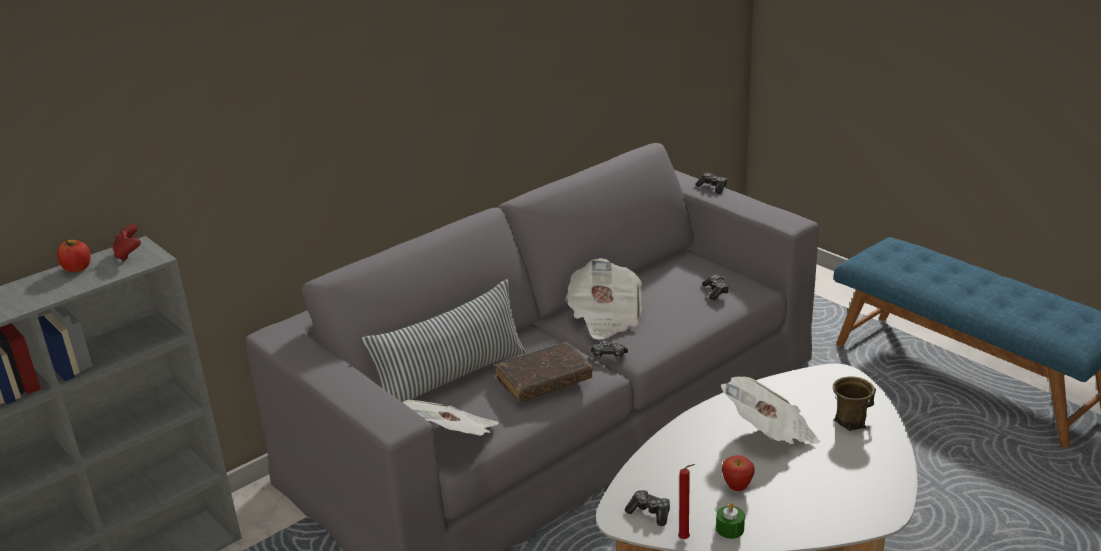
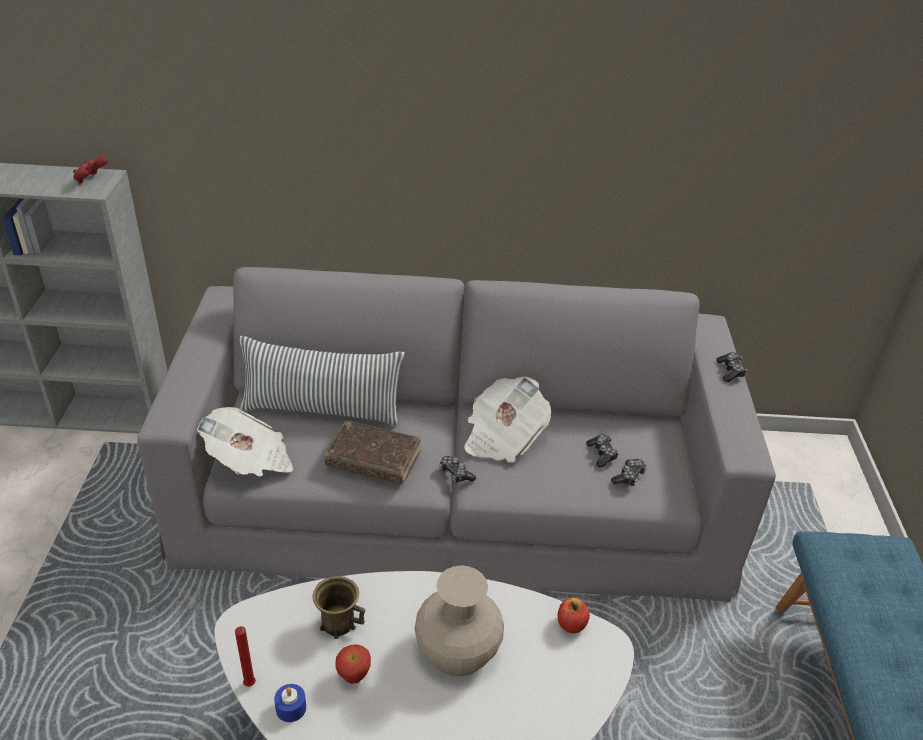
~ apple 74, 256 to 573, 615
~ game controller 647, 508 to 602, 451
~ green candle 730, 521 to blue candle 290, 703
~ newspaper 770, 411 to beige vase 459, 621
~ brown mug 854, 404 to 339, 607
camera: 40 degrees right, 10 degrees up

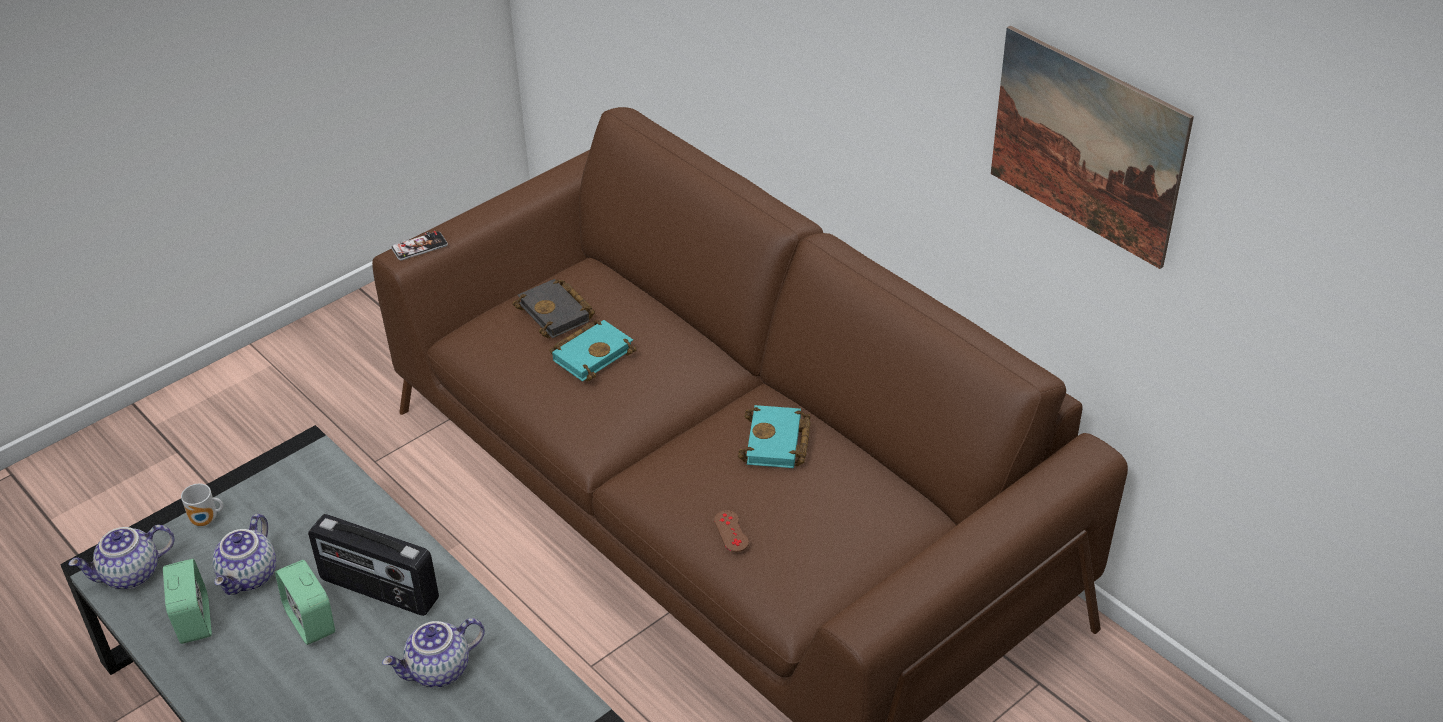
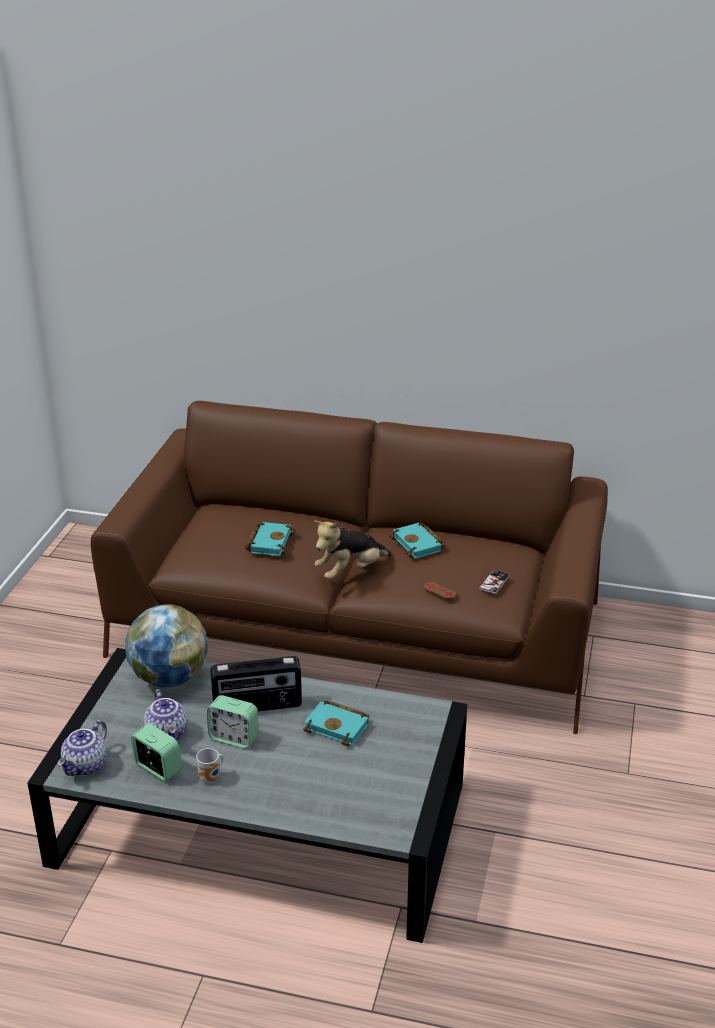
~ mug 202, 505 to 210, 765
~ teapot 433, 652 to turquoise book 336, 723
~ phone 419, 245 to 494, 582
- black book 554, 308
- picture 1092, 147
+ globe 166, 646
+ plush toy 353, 550
camera: 35 degrees left, 10 degrees down

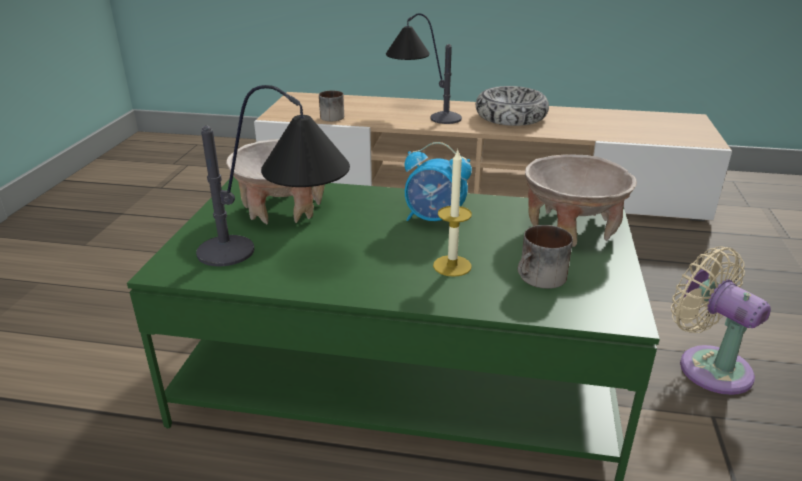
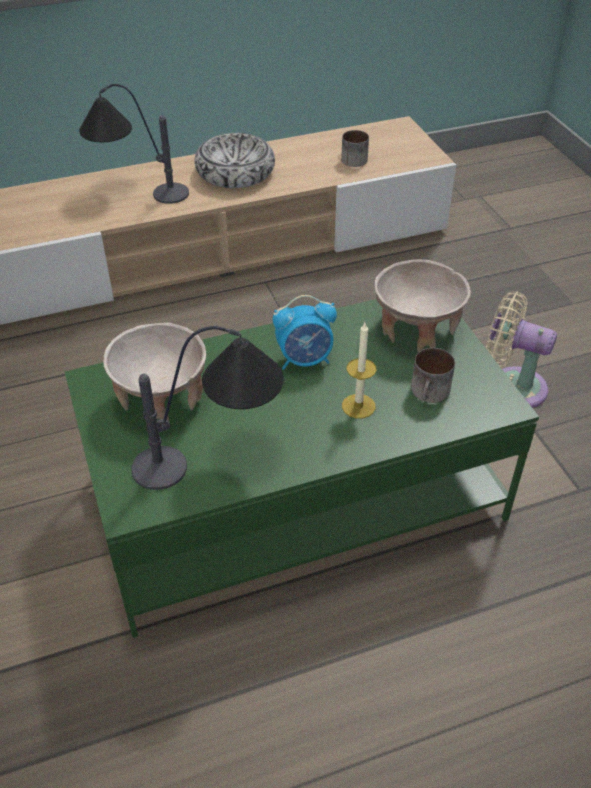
~ mug 331, 105 to 355, 148
camera: 30 degrees left, 15 degrees up

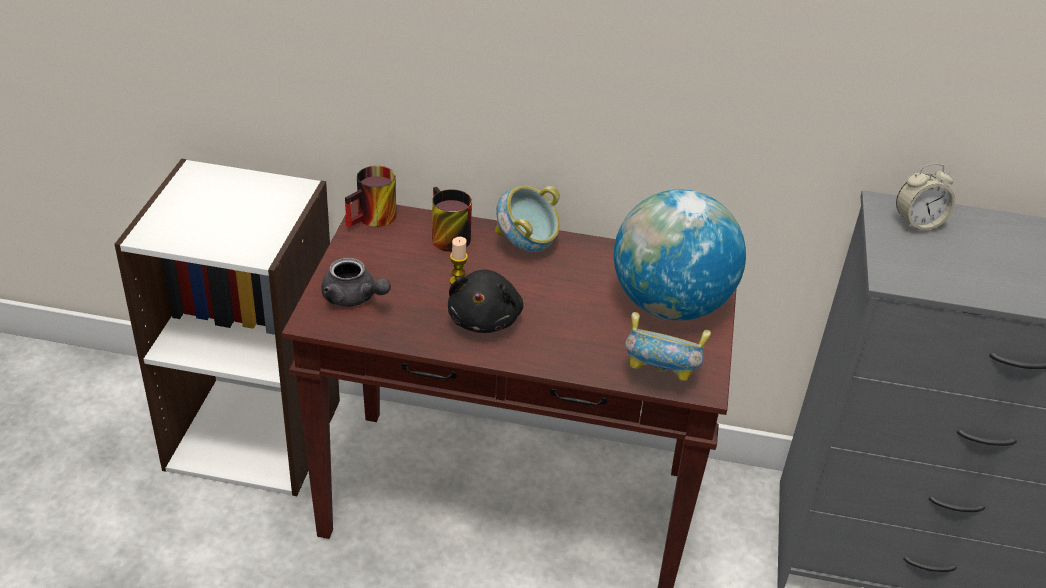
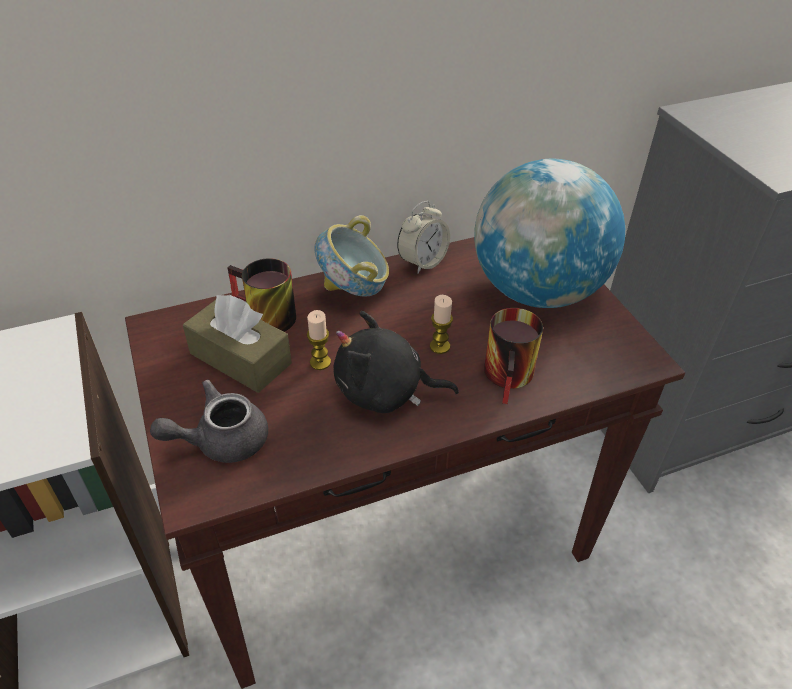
~ grey teapot 356, 282 = 209, 421 150 degrees clockwise
~ mug 370, 197 to 513, 356
~ black plush toy 485, 301 = 396, 362 120 degrees clockwise
- bowl 668, 346
~ alarm clock 925, 196 to 423, 237
+ brown tissue box 237, 344
+ candle 441, 324
camera: 30 degrees left, 5 degrees up

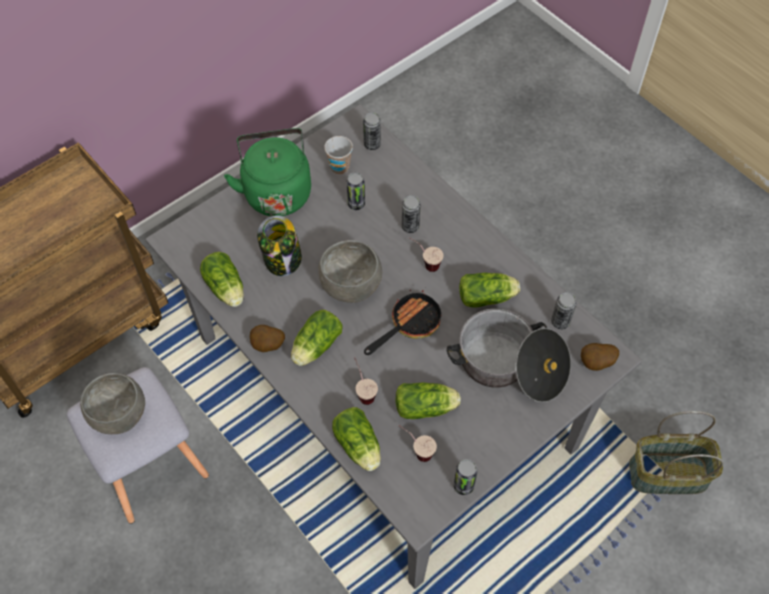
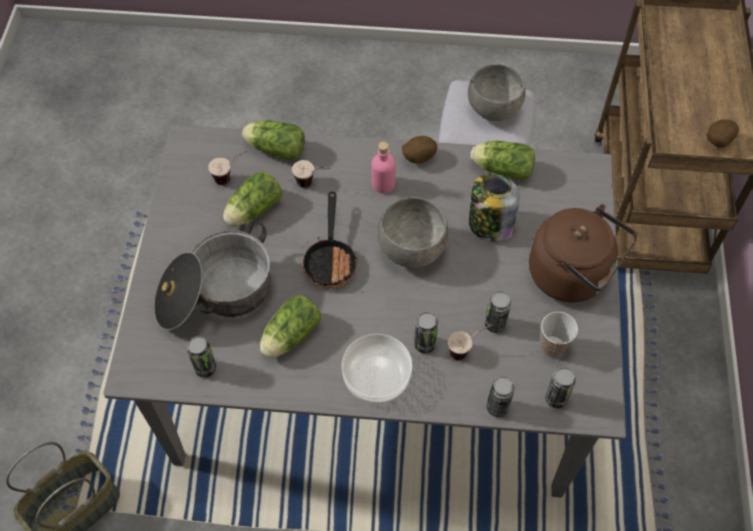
~ green kettle 267, 172 to brown kettle 583, 253
~ lettuce 317, 338 to pink bottle 383, 168
~ cup 426, 254 to 470, 342
~ can 466, 477 to 500, 396
~ potato 600, 357 to 723, 133
+ bowl 377, 369
camera: 135 degrees right, 0 degrees up

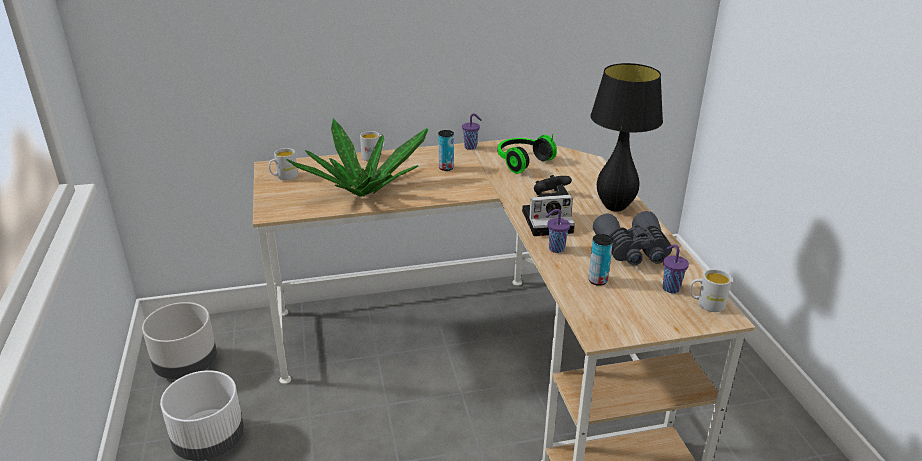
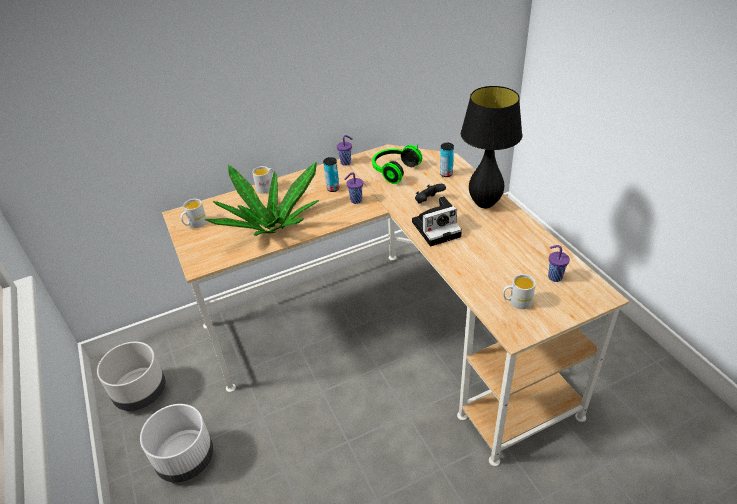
~ purple cup 558, 231 to 354, 188
~ can 600, 260 to 447, 160
- grey binoculars 632, 238
~ white mug 711, 290 to 519, 291
camera: 10 degrees left, 10 degrees up

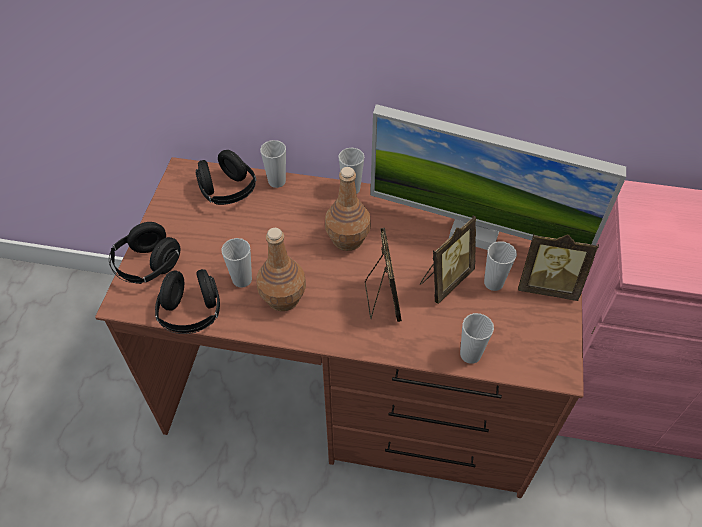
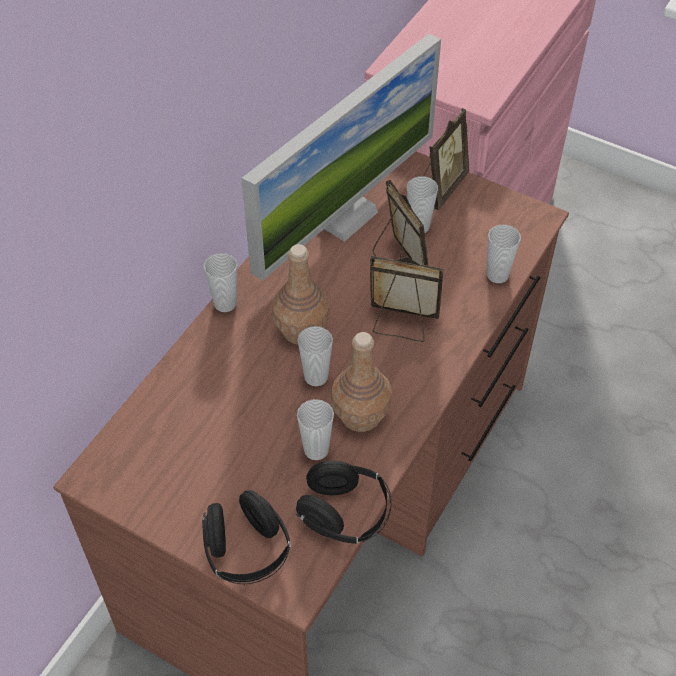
- black headphones 226, 177
~ cup 273, 164 to 315, 356
camera: 70 degrees left, 0 degrees up

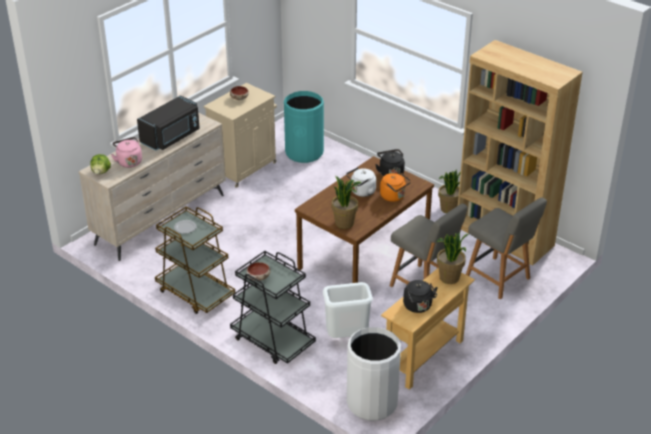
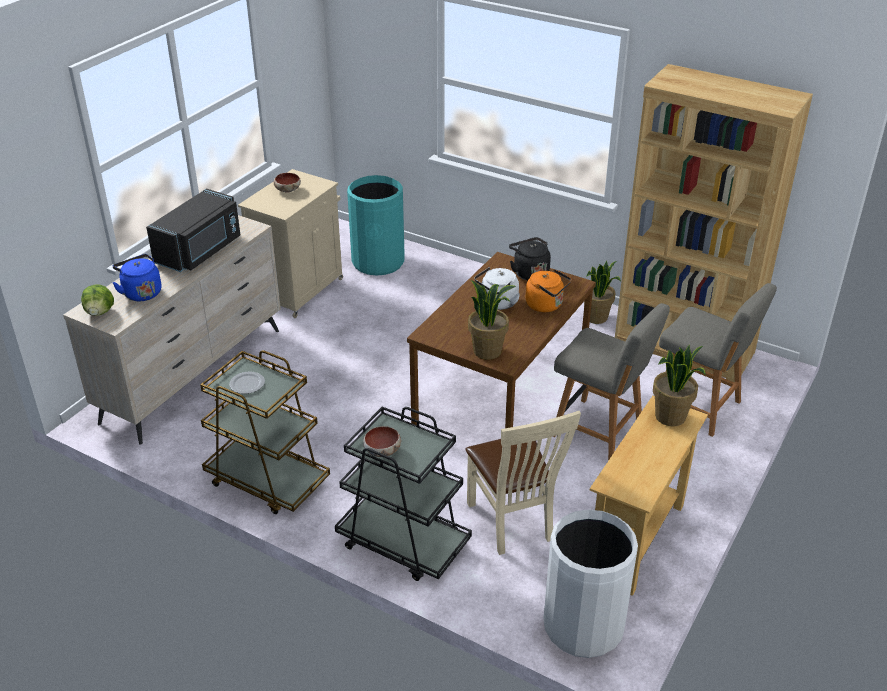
~ pink kettle 126, 152 to blue kettle 137, 277
~ white trash can 348, 310 to beige chair 523, 483
- black kettle 420, 296
camera: 10 degrees left, 0 degrees up

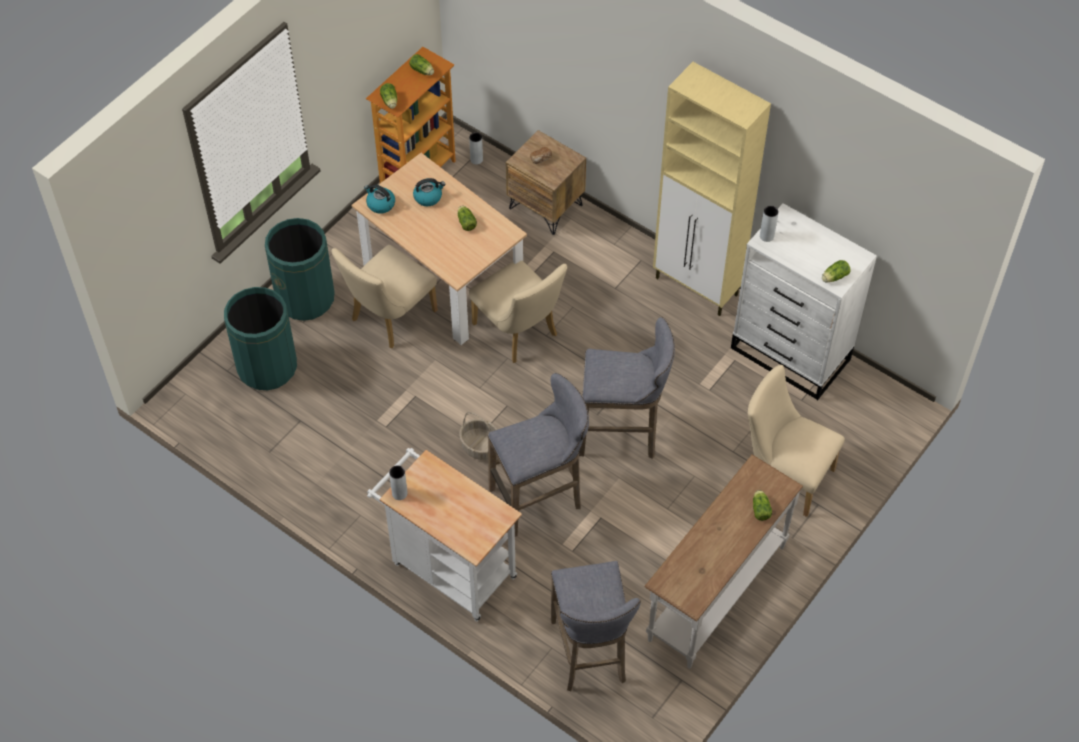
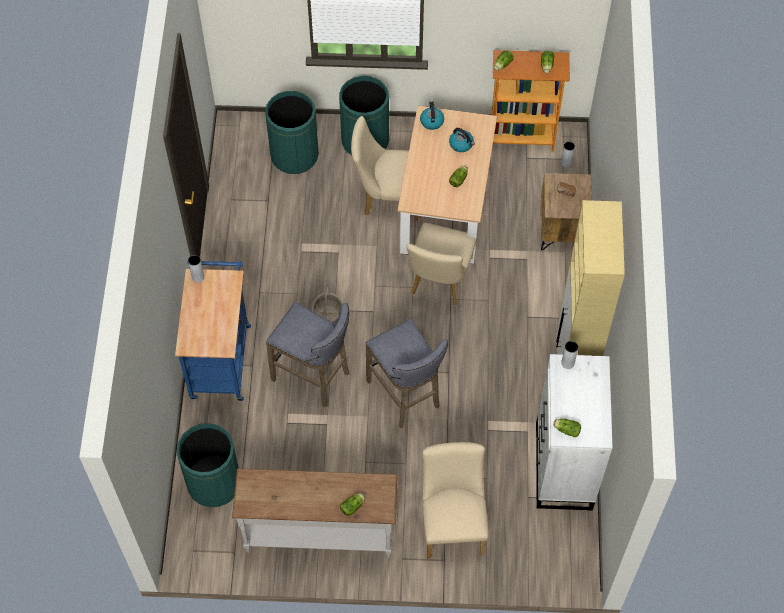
~ white cart 444, 535 to blue cart 213, 330
~ grey stool 596, 626 to green trash can 208, 465
camera: 55 degrees right, 5 degrees up

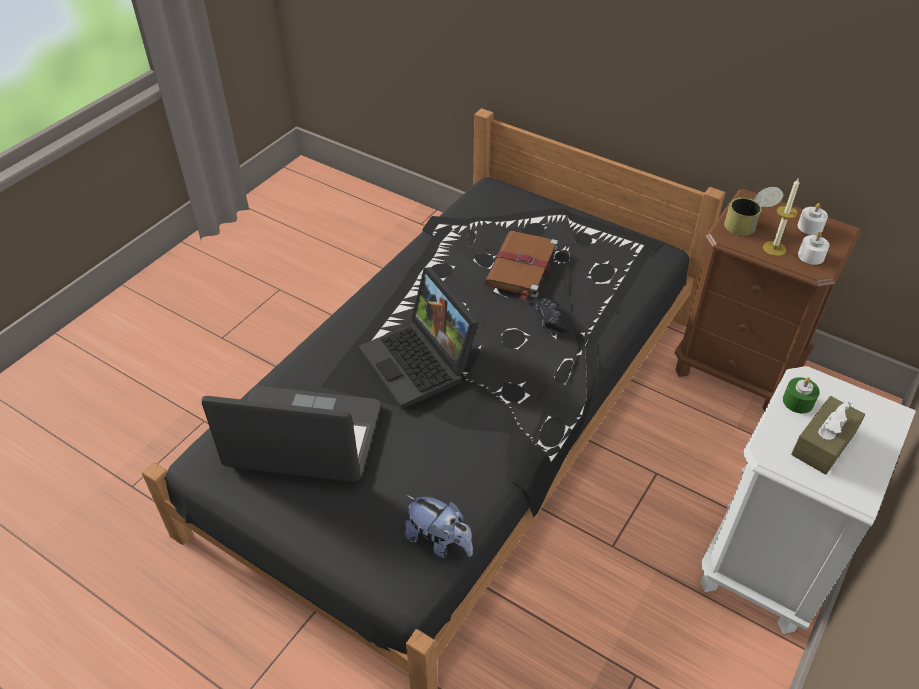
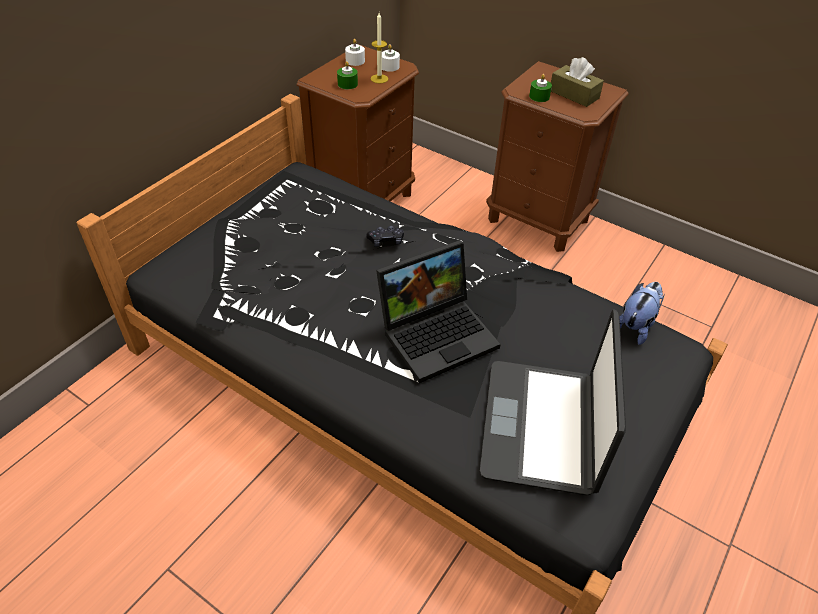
- brown book 521, 265
~ white nightstand 808, 500 to brown nightstand 557, 156
~ can 754, 211 to green candle 347, 75
camera: 90 degrees left, 0 degrees up

